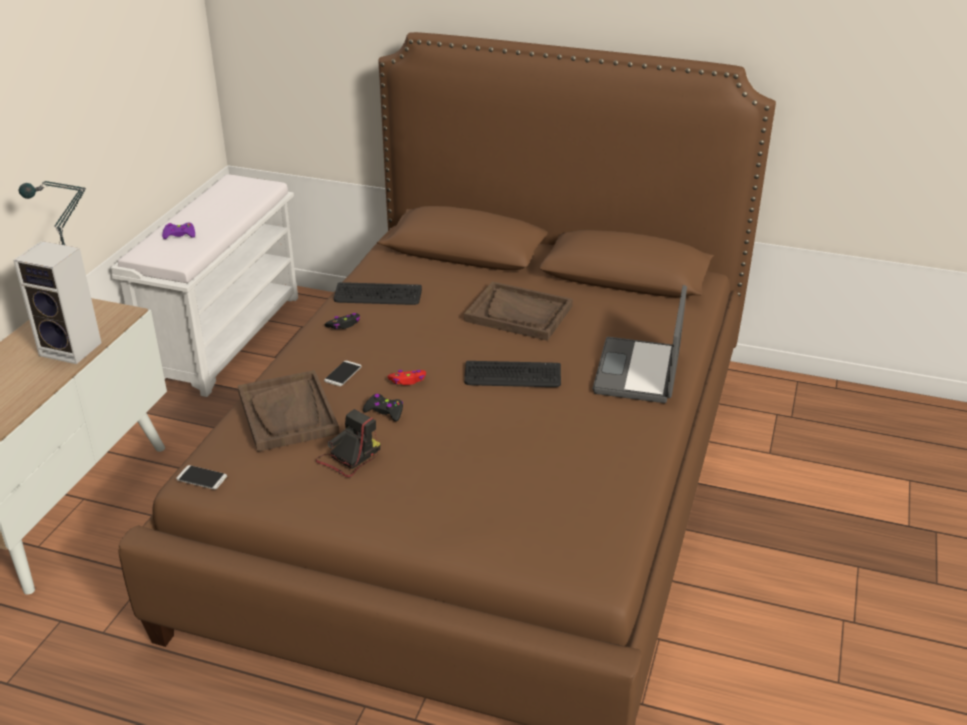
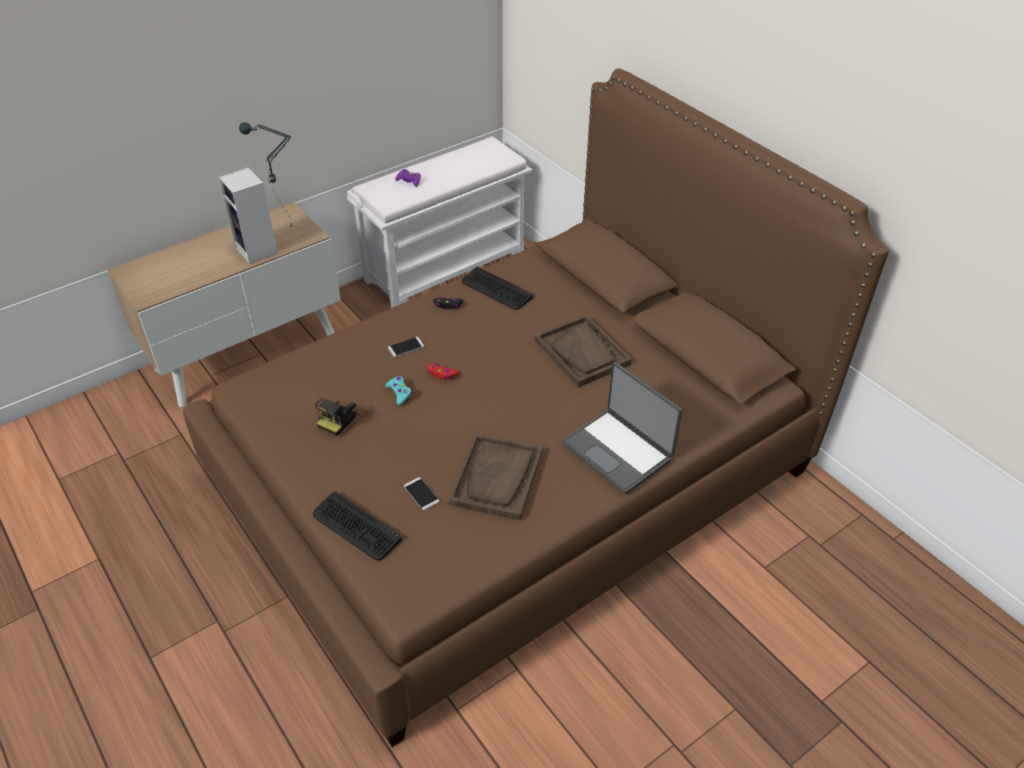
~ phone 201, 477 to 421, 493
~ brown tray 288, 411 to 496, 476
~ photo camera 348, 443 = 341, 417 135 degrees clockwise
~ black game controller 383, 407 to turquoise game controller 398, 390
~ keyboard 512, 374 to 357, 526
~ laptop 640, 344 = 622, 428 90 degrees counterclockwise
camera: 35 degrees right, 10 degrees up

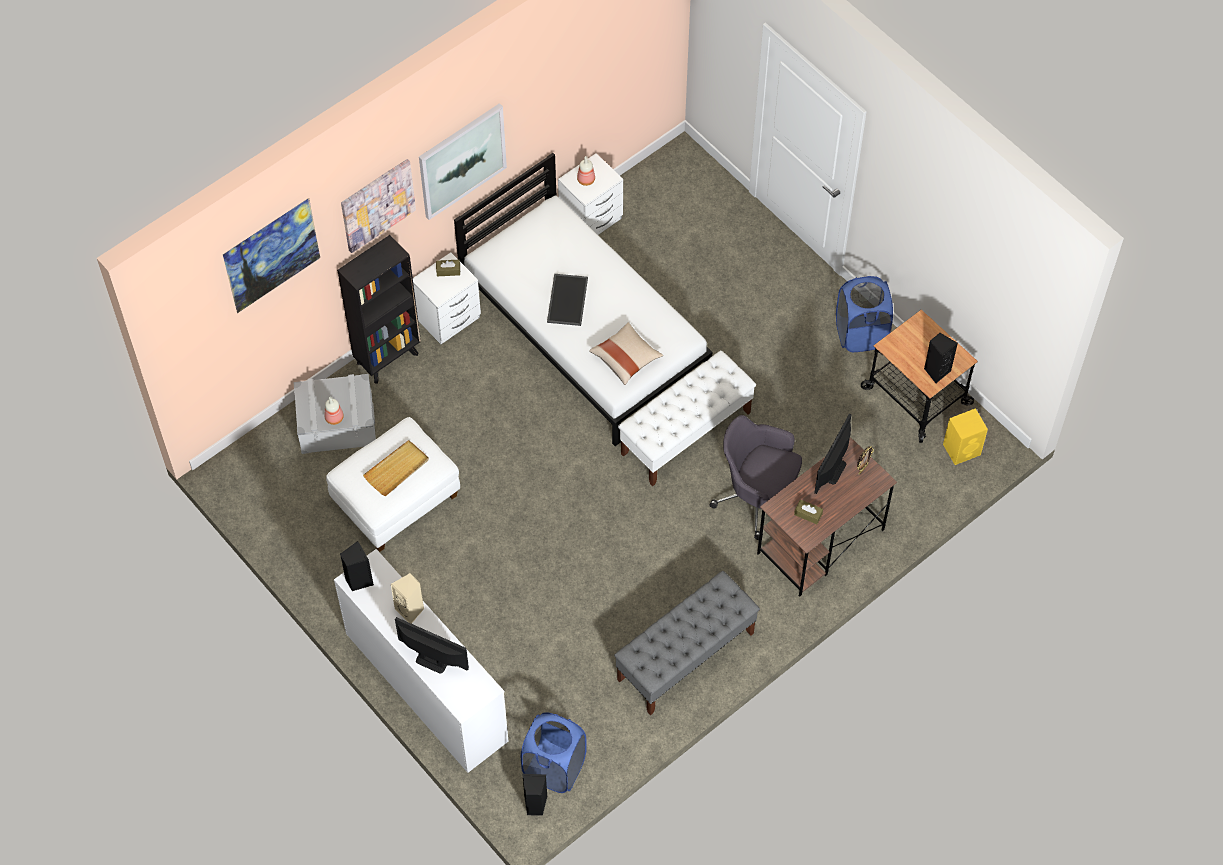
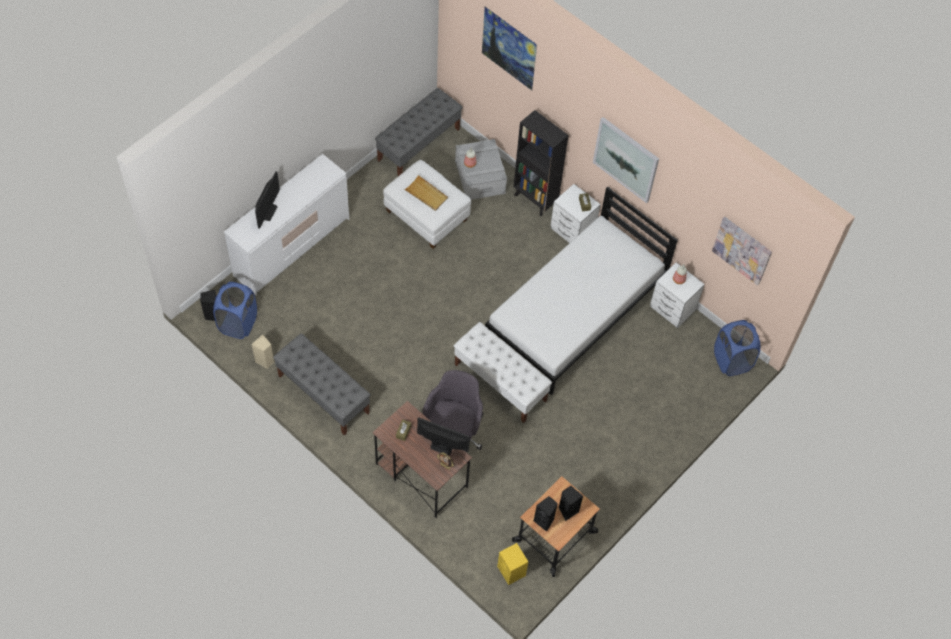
~ black speaker 357, 566 to 571, 503
~ picture 378, 206 to 742, 251
~ beige speaker 407, 598 to 262, 351
- tray 567, 300
- beige pillow 626, 353
~ blue laundry basket 864, 314 to 737, 348
+ grey bench 419, 132
camera: 80 degrees right, 0 degrees up

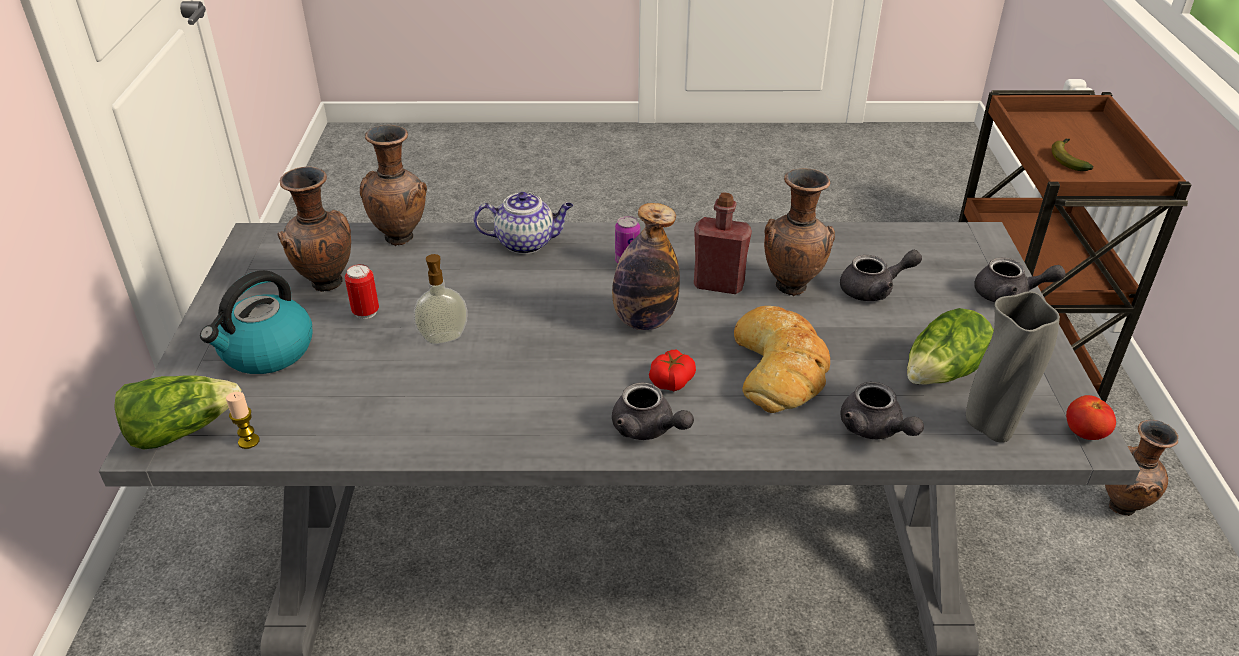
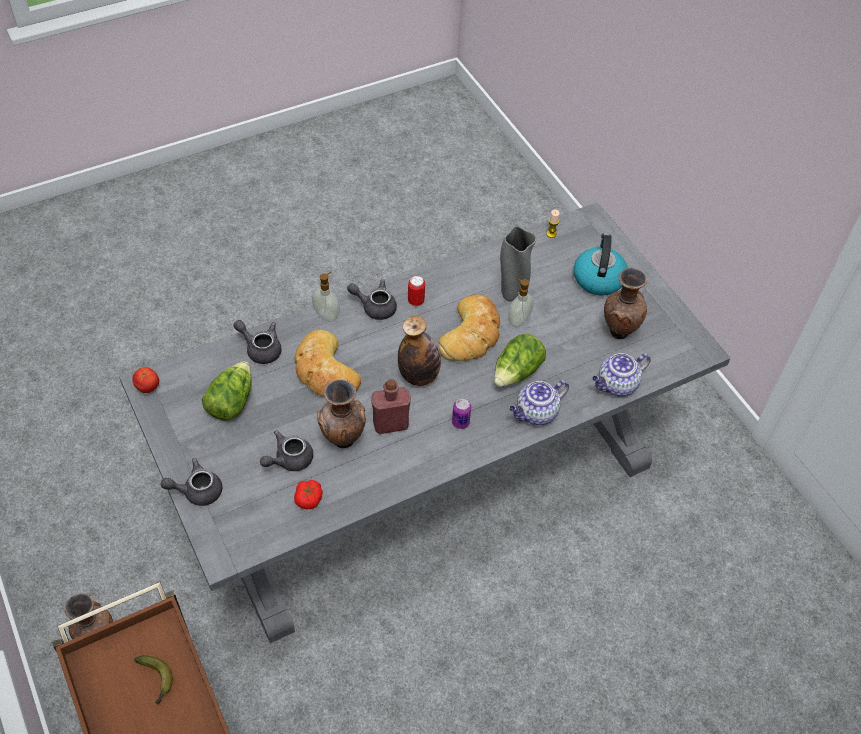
~ lettuce 177, 412 to 520, 360
~ can 362, 291 to 416, 291
~ brown vase 393, 185 to teapot 621, 375
~ tomato 672, 370 to 308, 494
~ grey vase 1013, 367 to 518, 263
+ soap dispenser 326, 297
+ bread 469, 328
camera: 150 degrees right, 15 degrees up

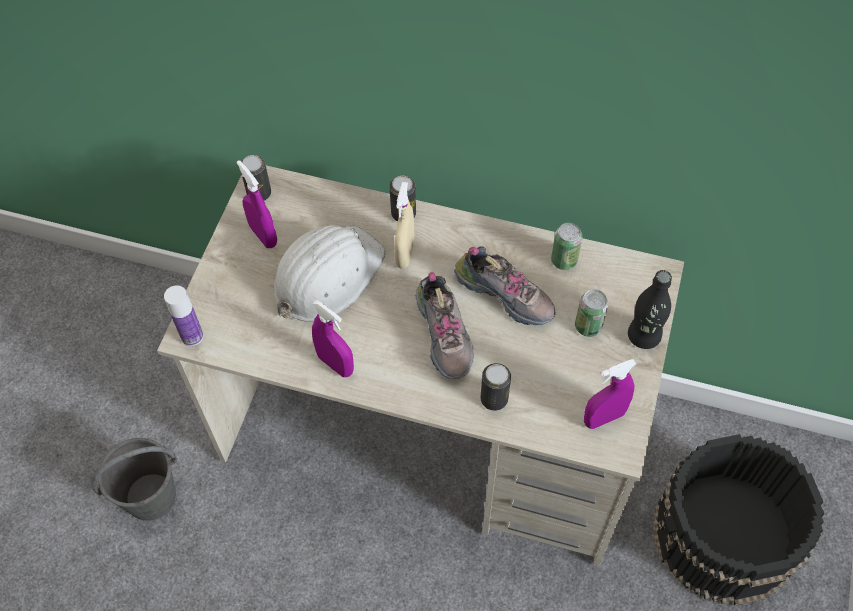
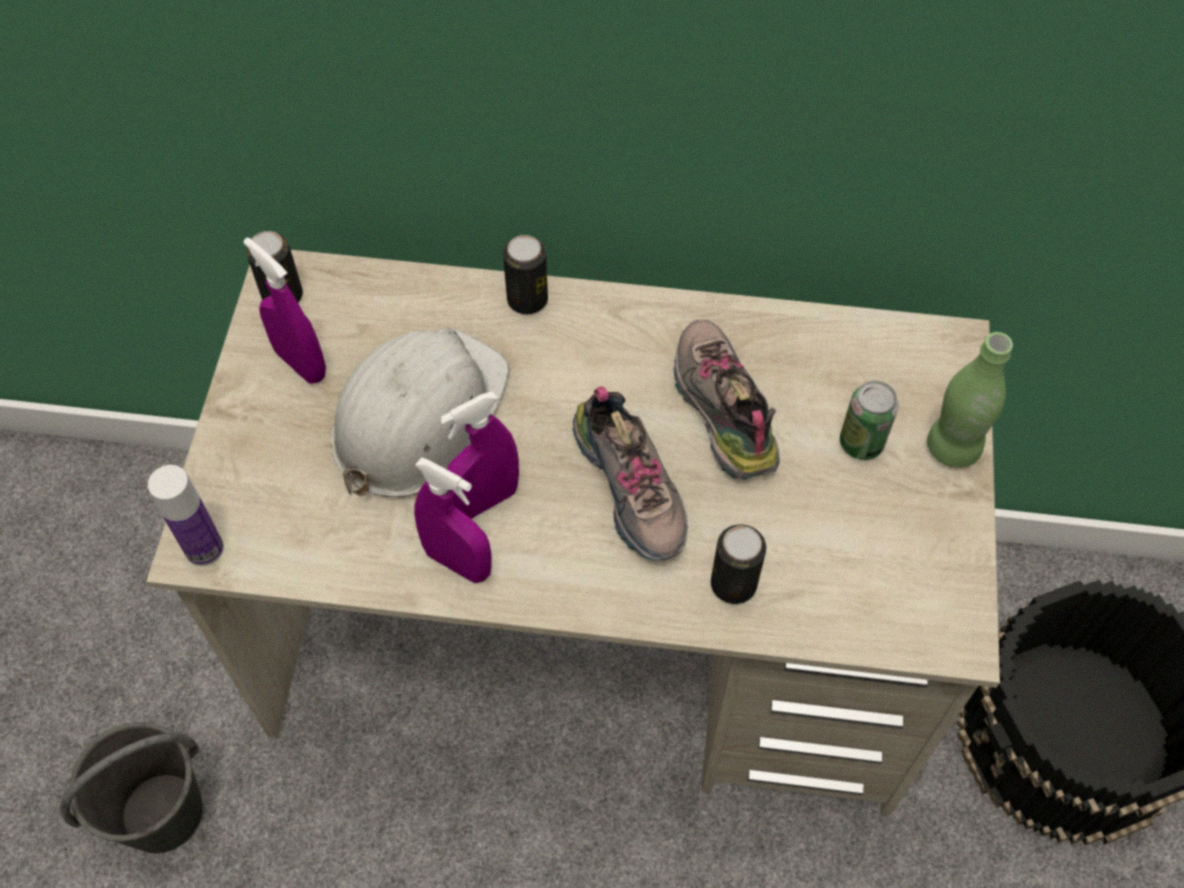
- beige spray bottle 404, 225
~ shoe 505, 285 = 726, 400 135 degrees counterclockwise
- can 566, 246
~ purple spray bottle 610, 394 to 479, 455
~ black bottle 650, 309 to green bottle 970, 400
camera: 10 degrees left, 0 degrees up

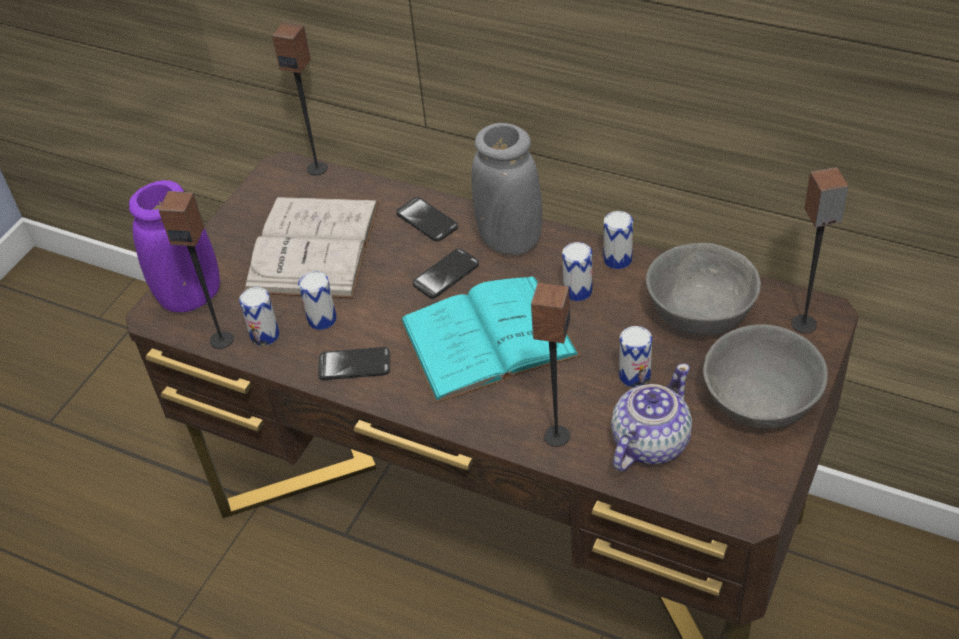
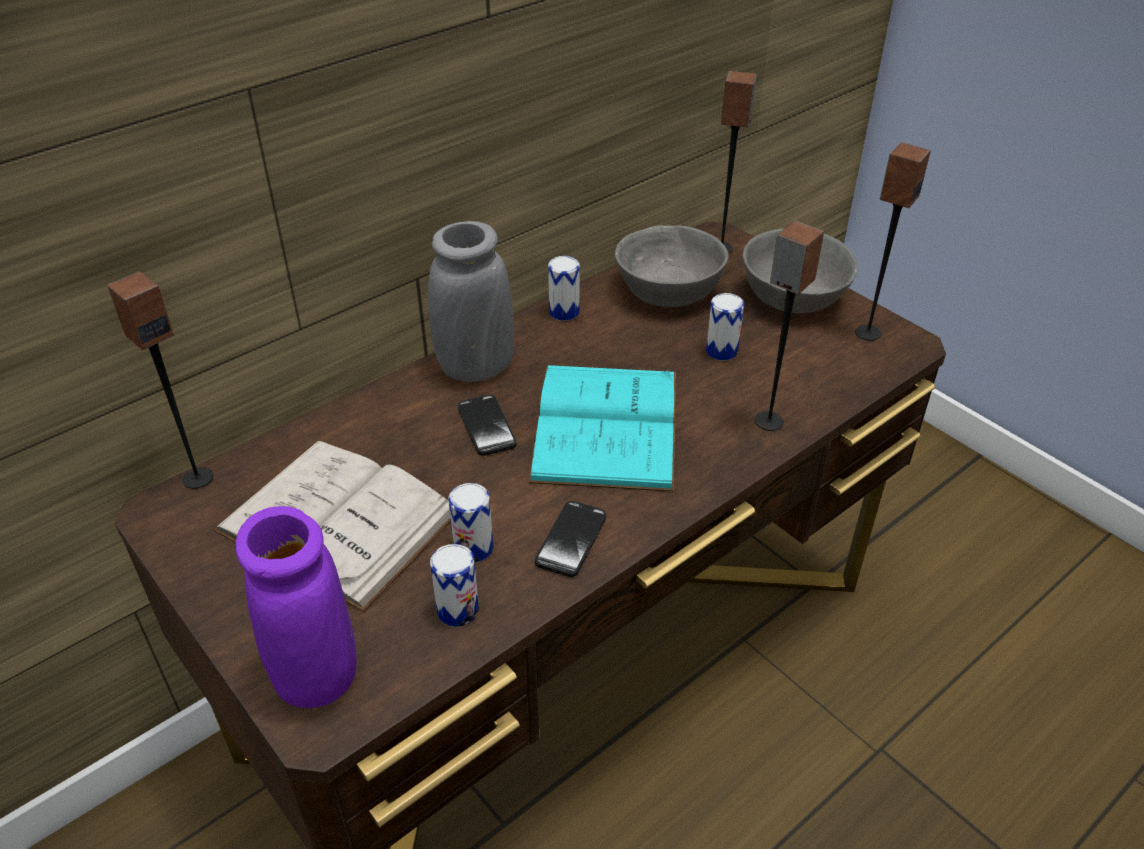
~ speaker 196, 270 to 893, 242
- phone 427, 219
- can 577, 271
- teapot 651, 417
camera: 70 degrees left, 5 degrees down

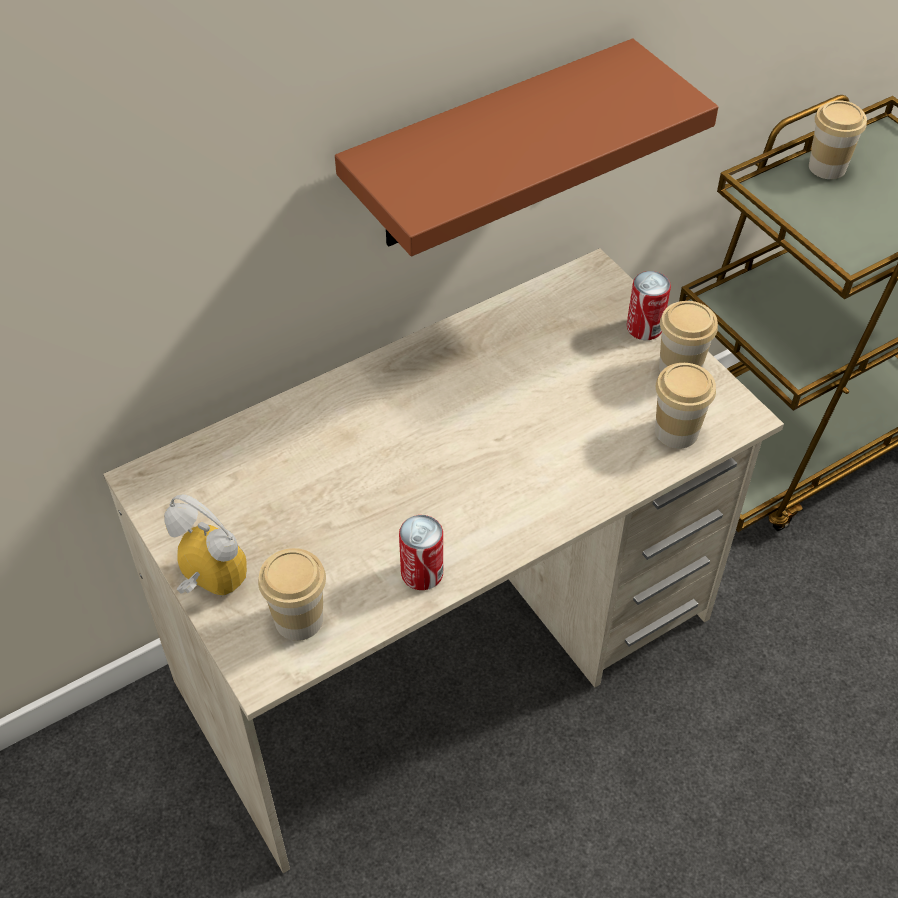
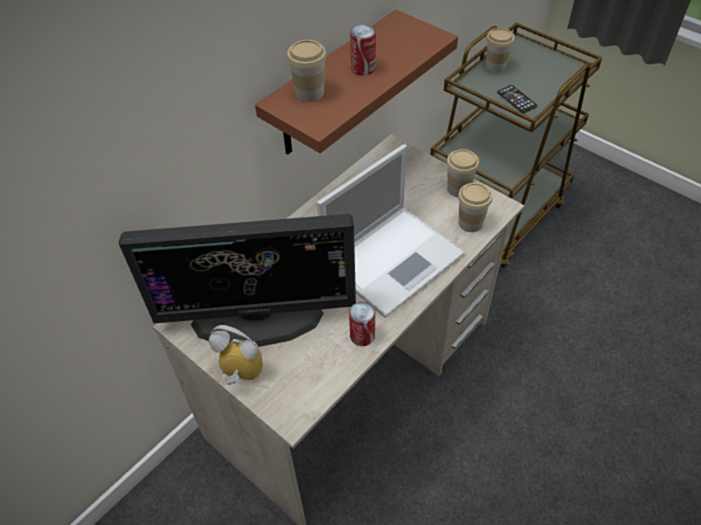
~ cup 292, 594 to 307, 71
~ can 649, 305 to 363, 50
+ monitor 237, 280
+ laptop 391, 231
+ phone 517, 99
camera: 15 degrees left, 0 degrees up

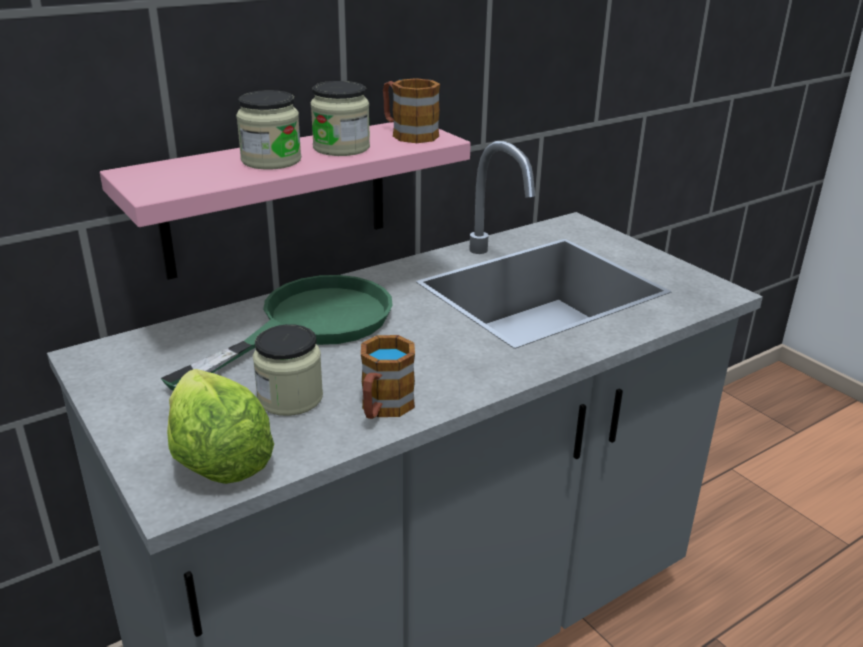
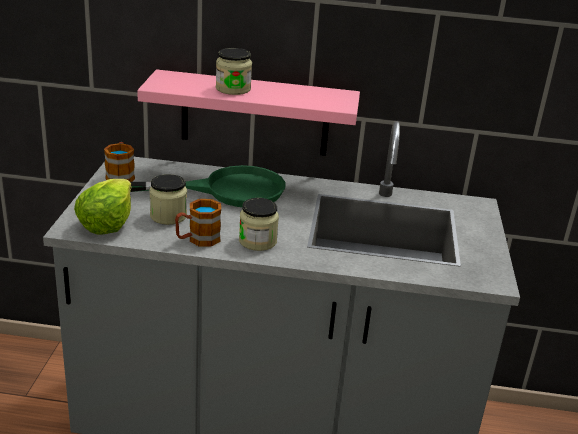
~ jar 340, 118 to 259, 224
~ mug 411, 110 to 119, 162
camera: 40 degrees right, 0 degrees up

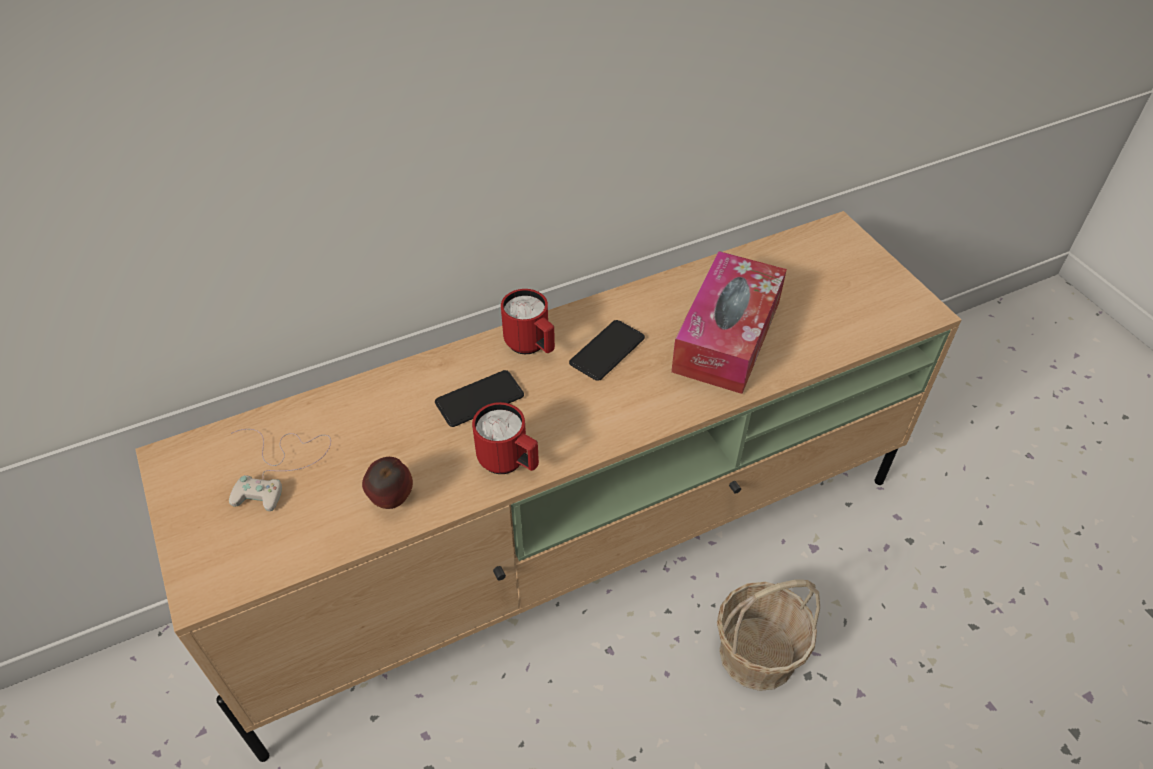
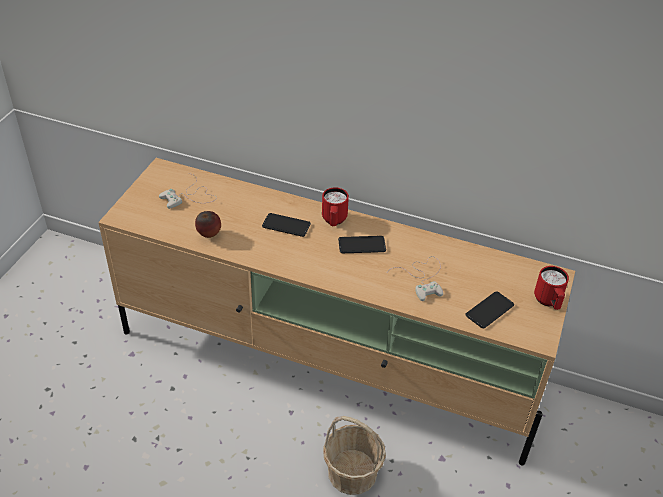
~ red mug 505, 438 to 551, 288
~ tissue box 729, 322 to white game controller 415, 278
+ phone 489, 310
camera: 45 degrees right, 5 degrees down

